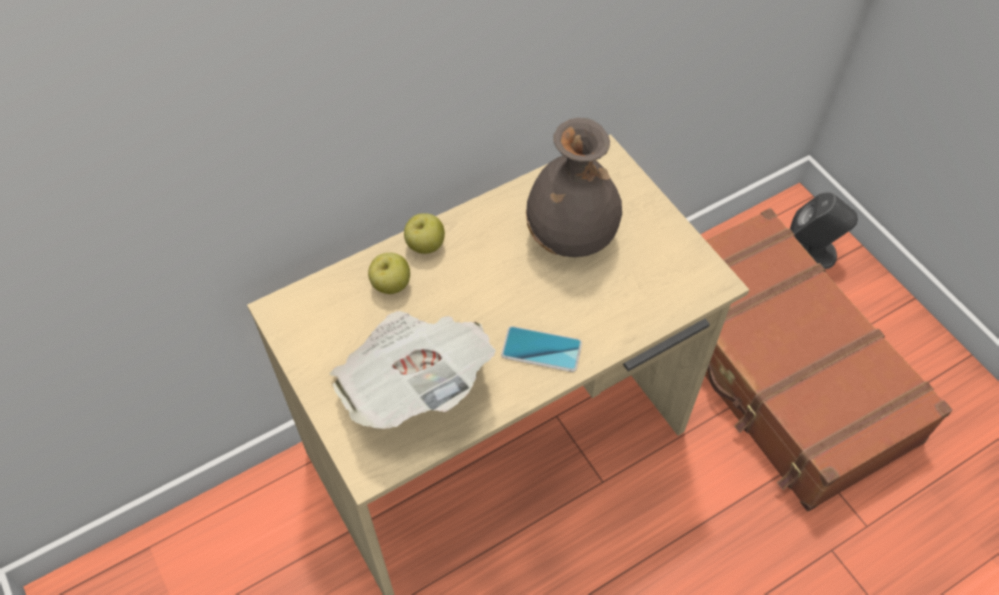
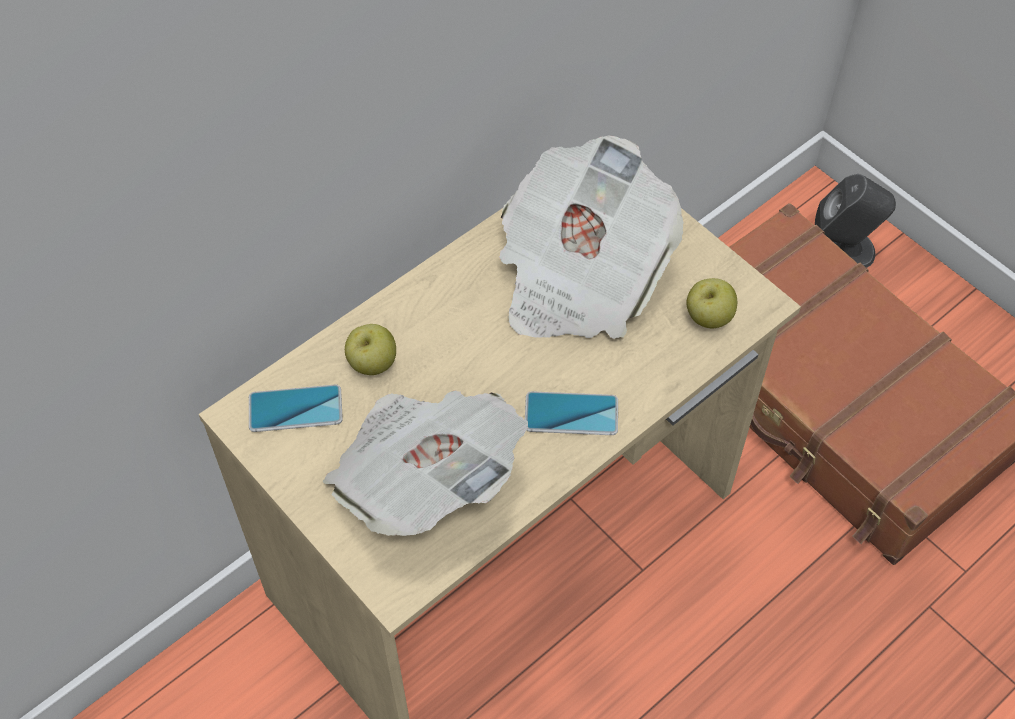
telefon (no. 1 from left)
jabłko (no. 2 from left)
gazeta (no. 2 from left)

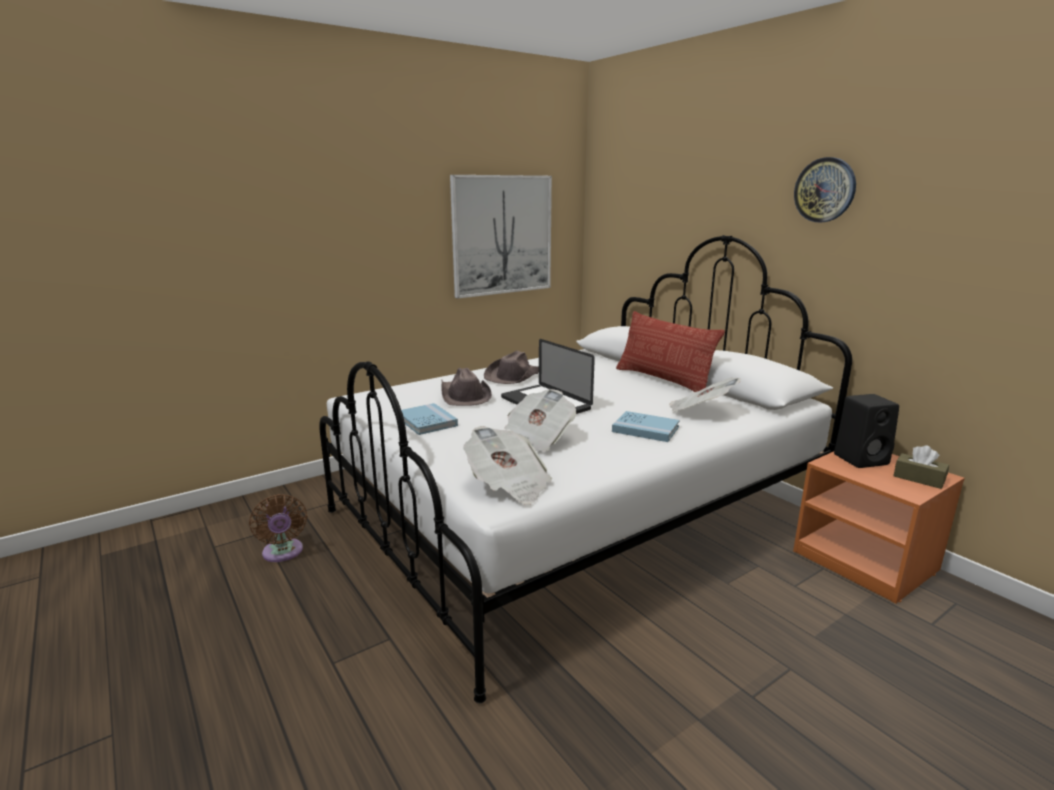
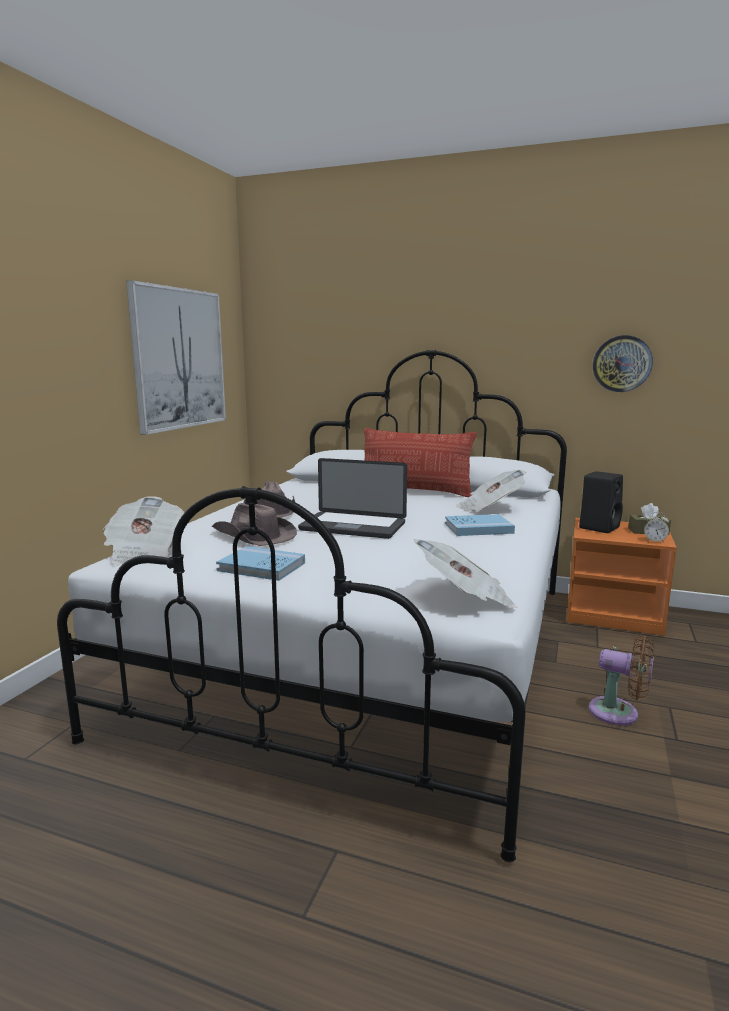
budzik
wentylator [brązowy]
gazeta (no. 1 from left)
zegar ścienny

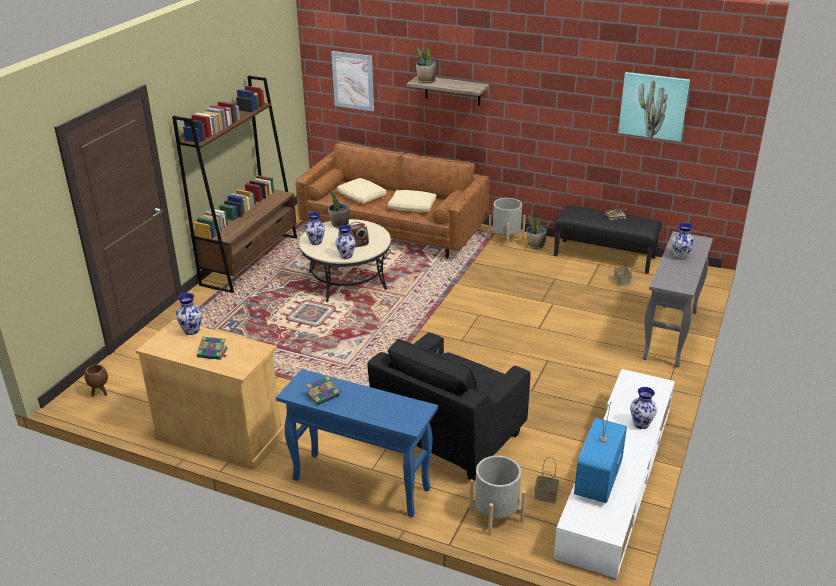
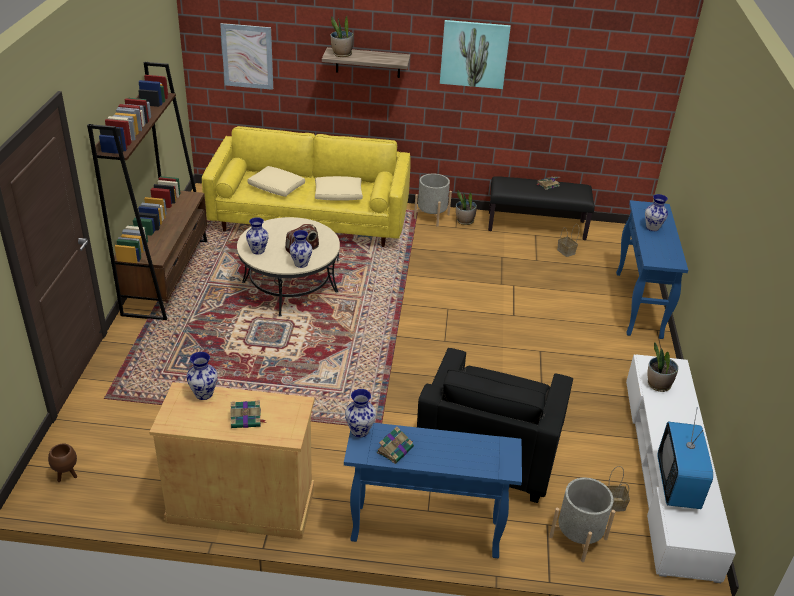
roślina doniczkowa (no. 3 from left)
obraz (no. 2 from left)
wazon (no. 4 from left)
kanapa [żółty]
stolik konsolowy [niebieski] (no. 2 from left)

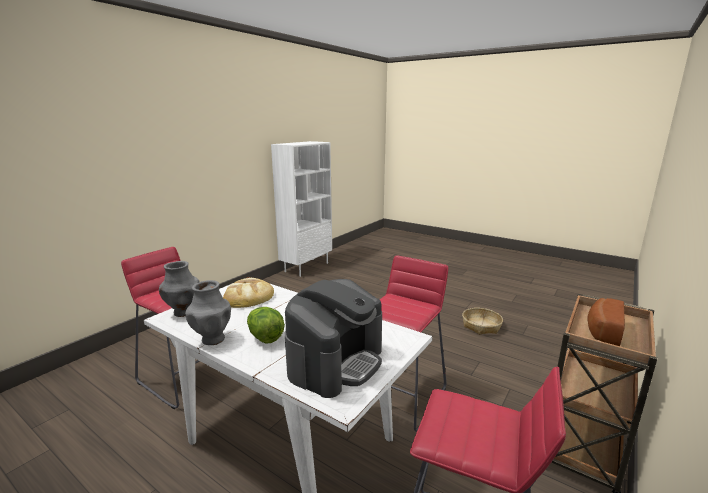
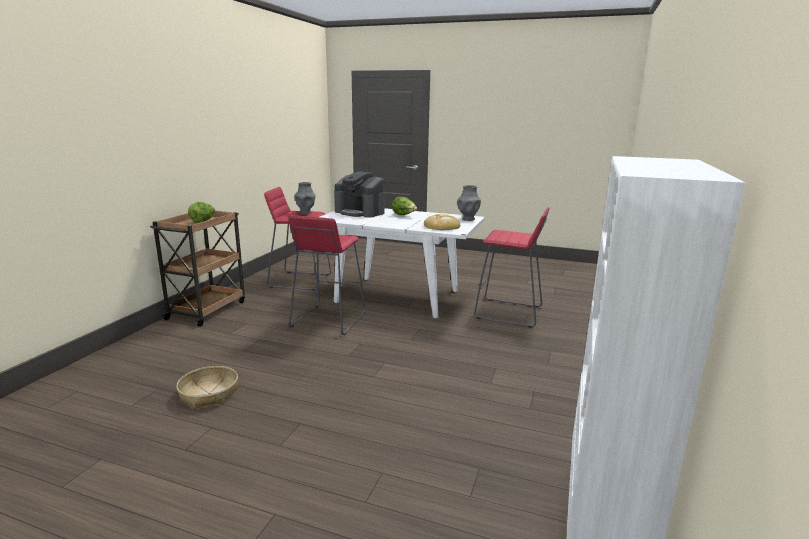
wazon [szary] (no. 1 from left)
sałata (no. 1 from left)
ekspres do kawy

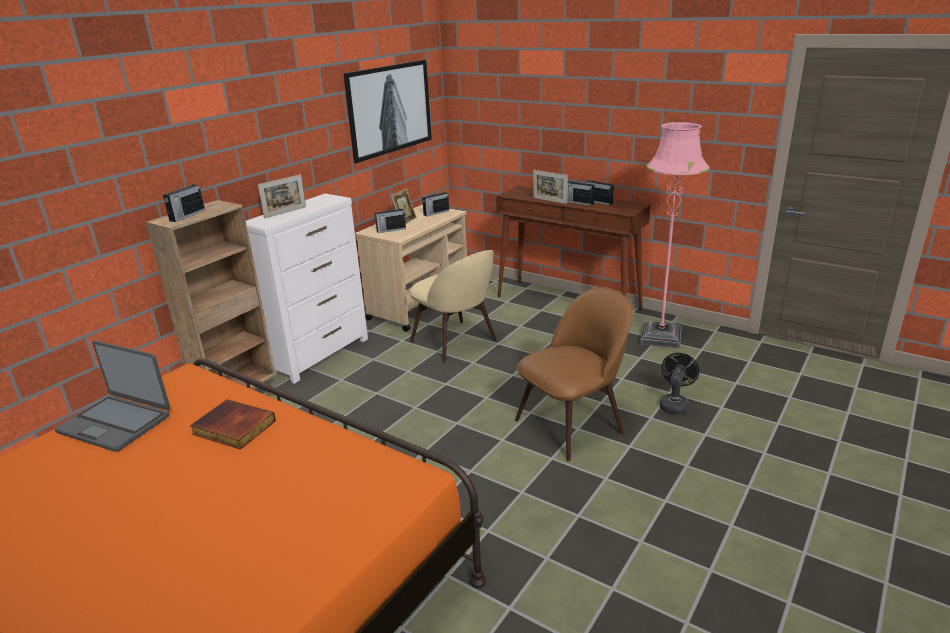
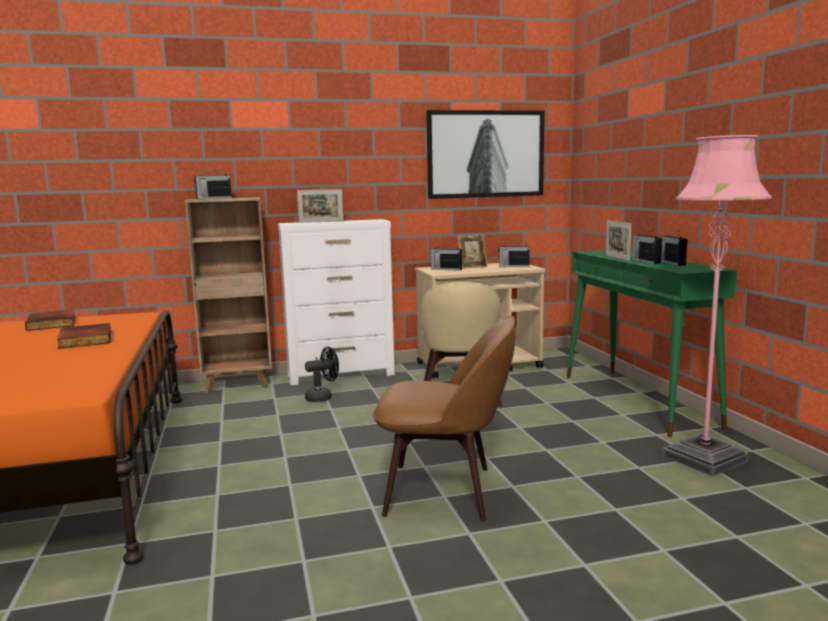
wentylator [czarny]
książka (no. 1 from left)
stolik konsolowy [zielony]

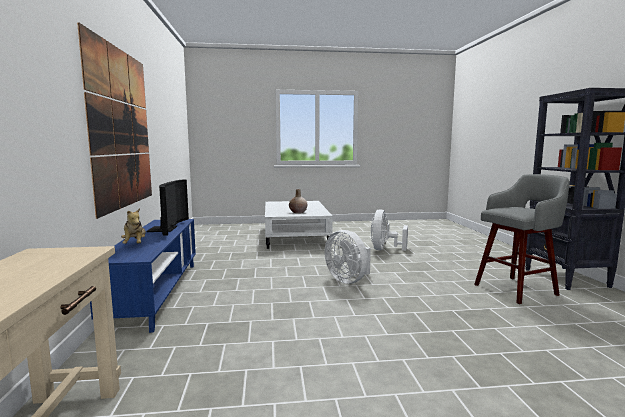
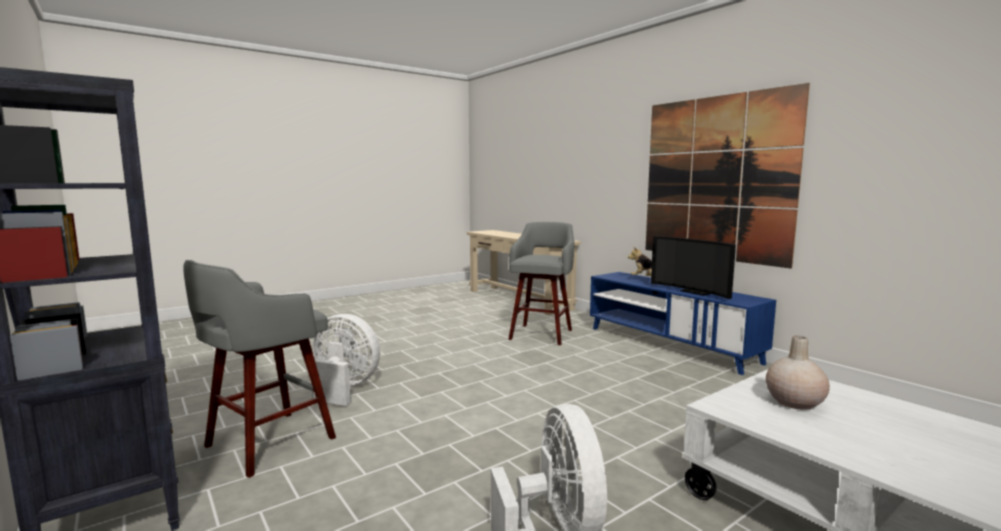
stołek [szary] (no. 2 from left)
wentylator [biały] (no. 1 from left)

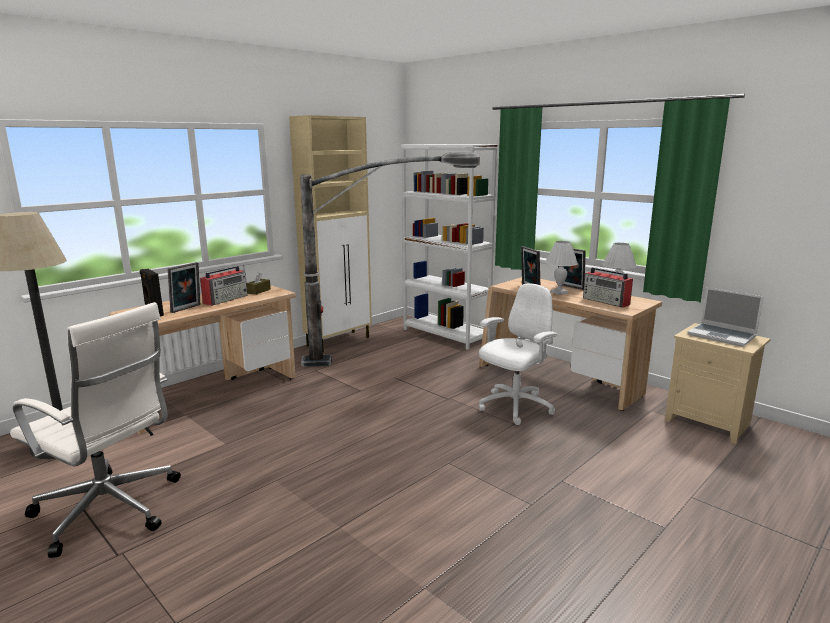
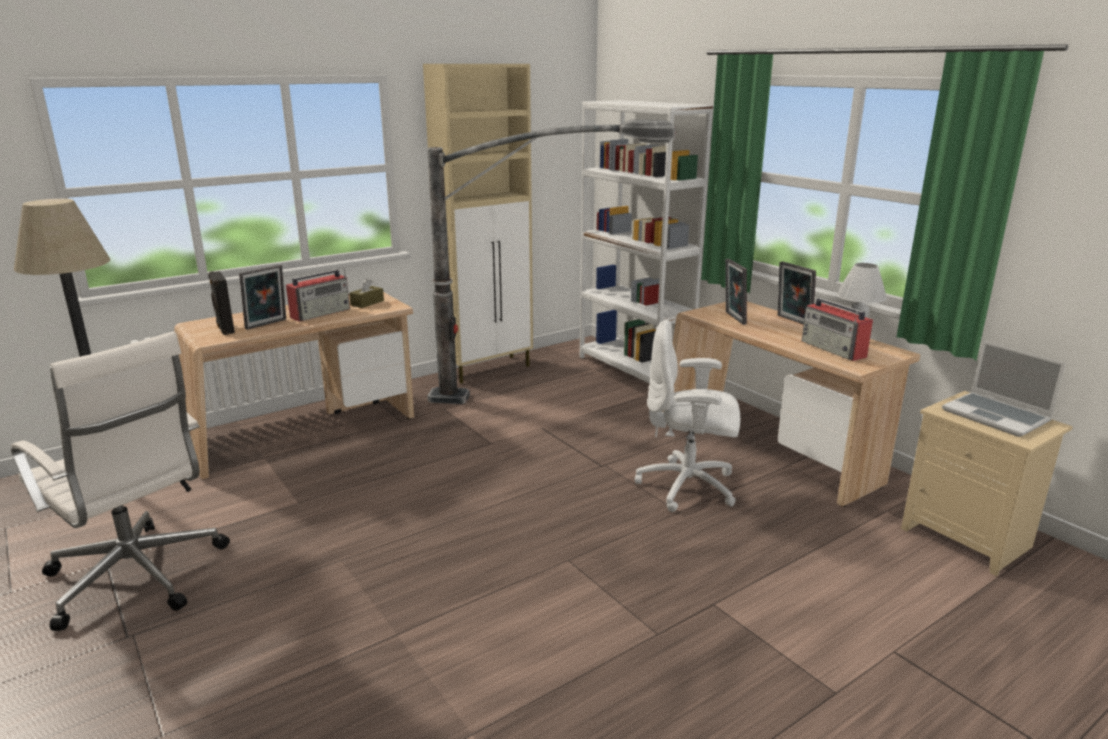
lampa stołowa [biały] (no. 1 from left in the first image)
krzesło biurowe [biały] (no. 2 from left)

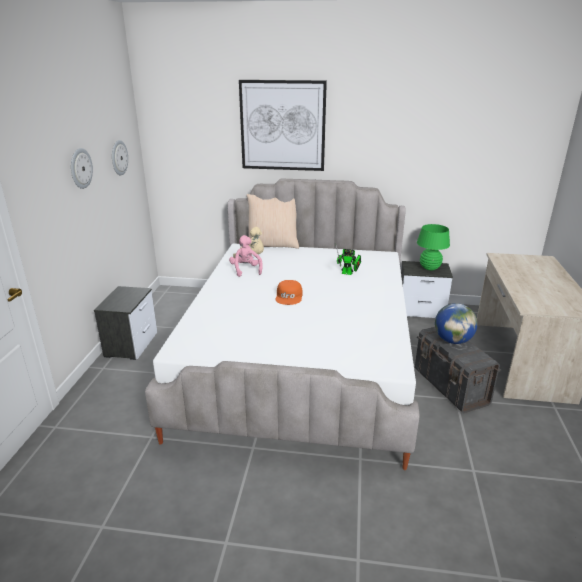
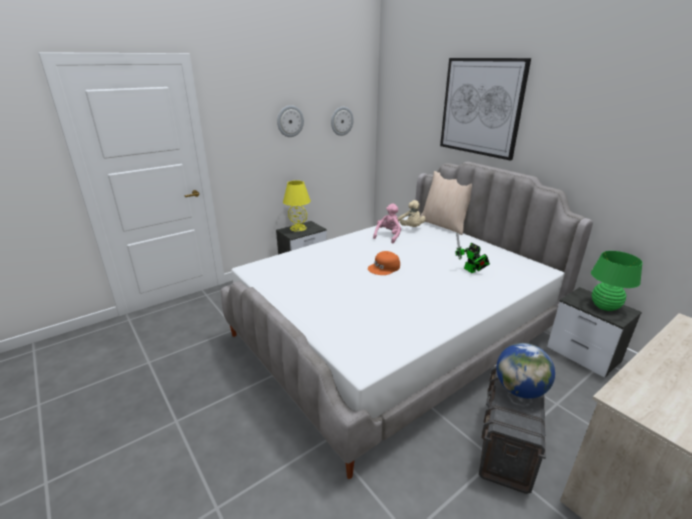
lampa stołowa [żółty]

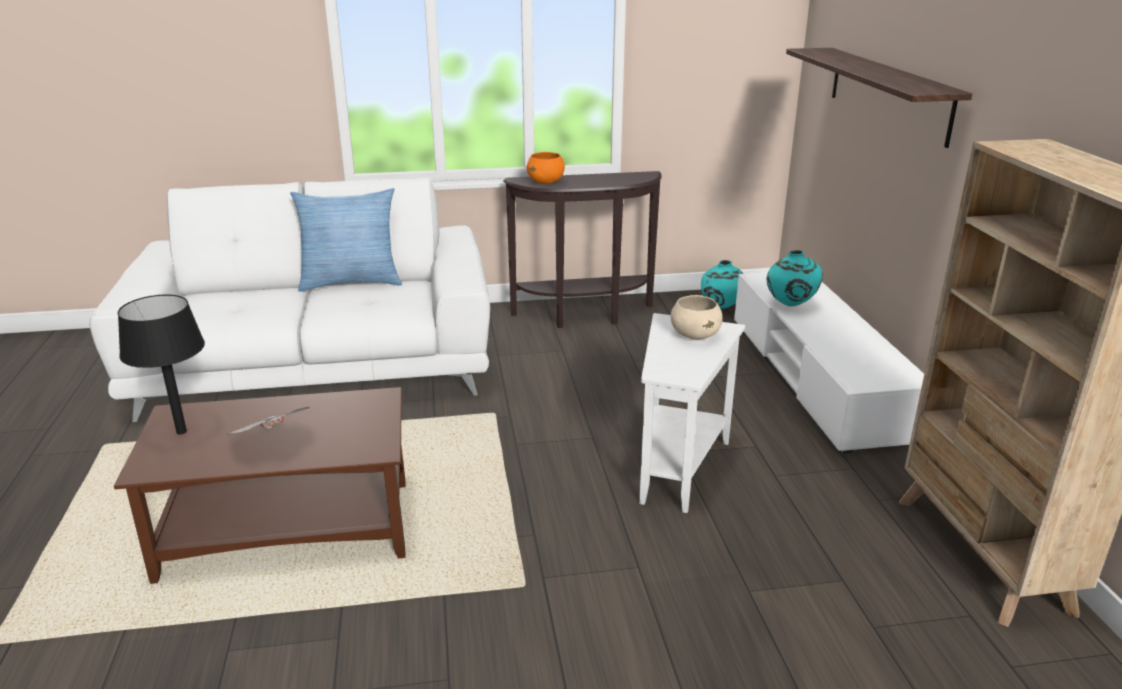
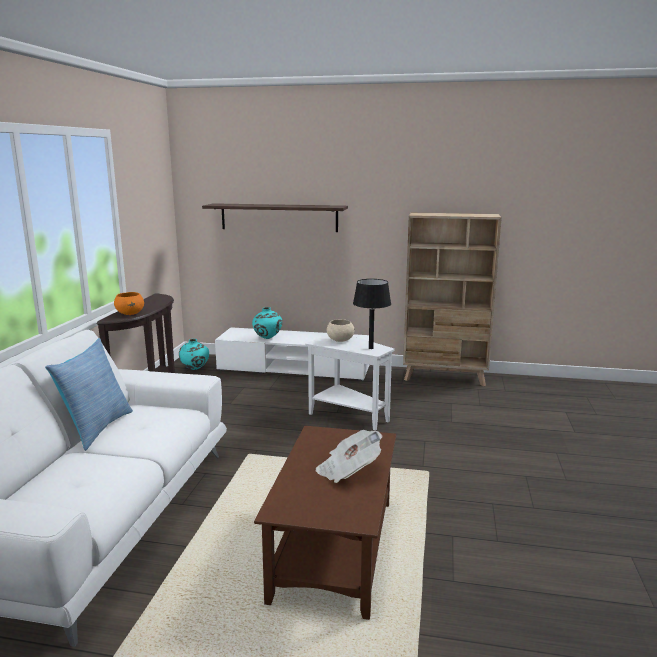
lampa stołowa [czarny]

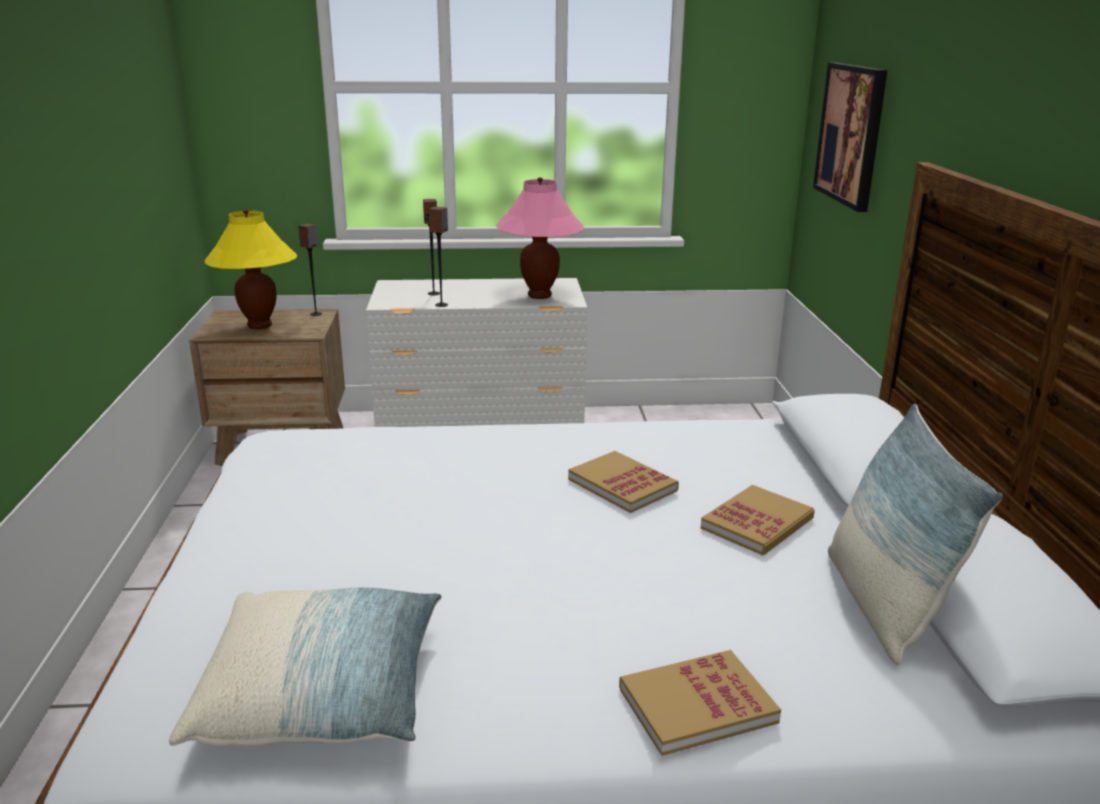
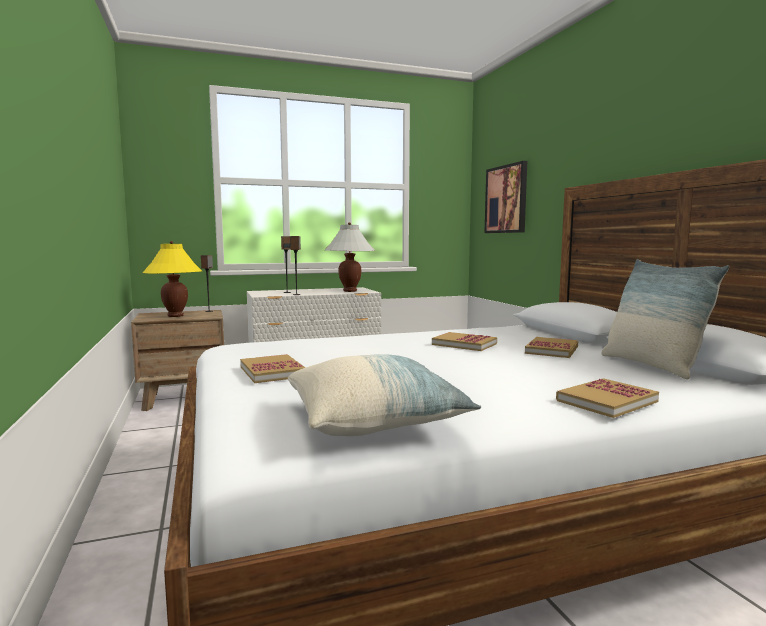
książka (no. 1 from left)
lampa stołowa [biały]

